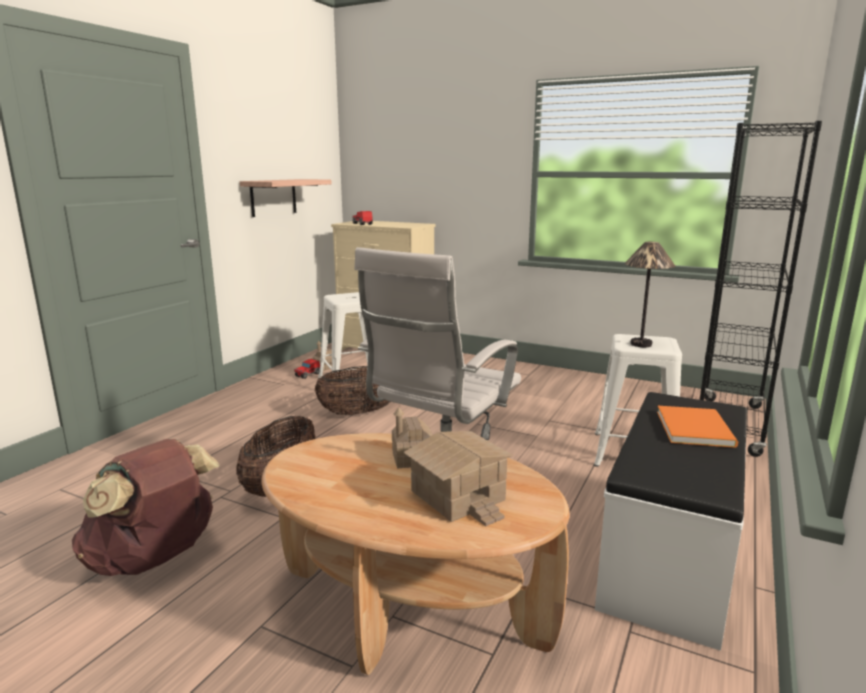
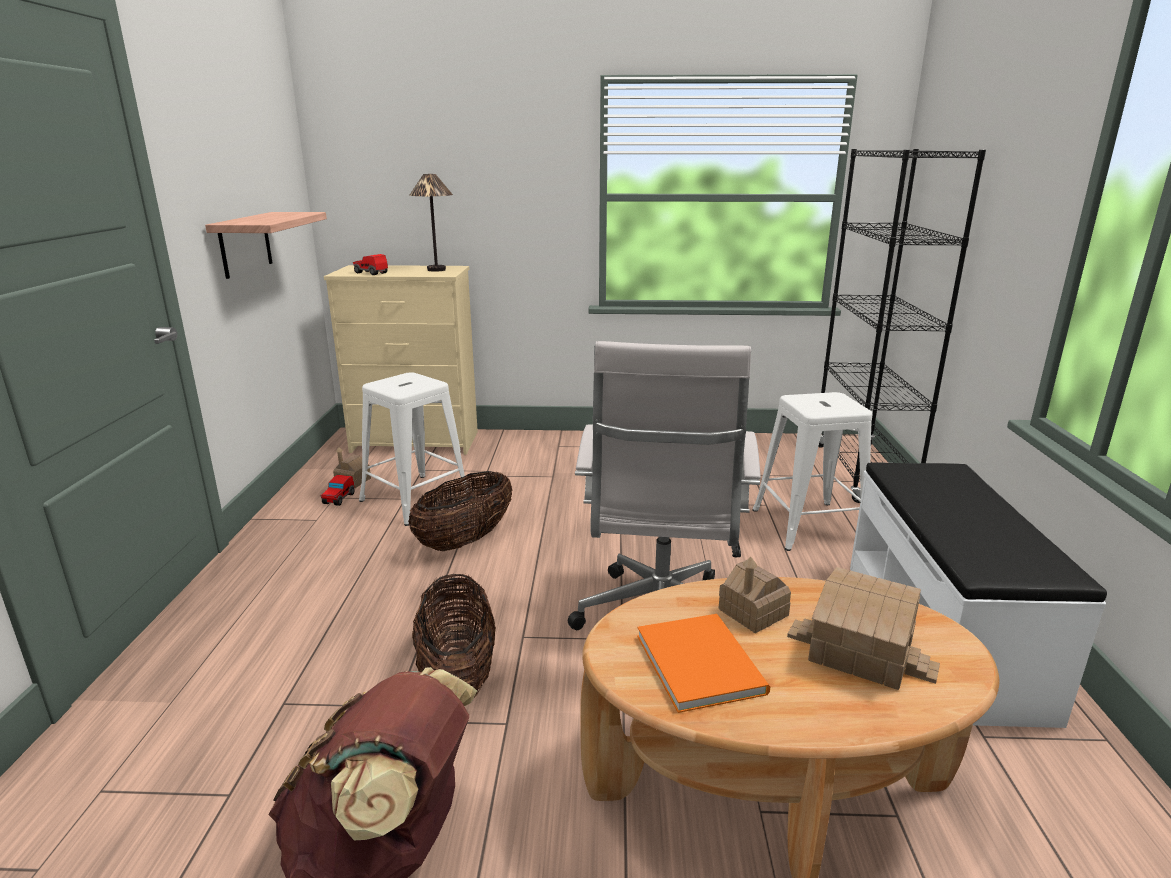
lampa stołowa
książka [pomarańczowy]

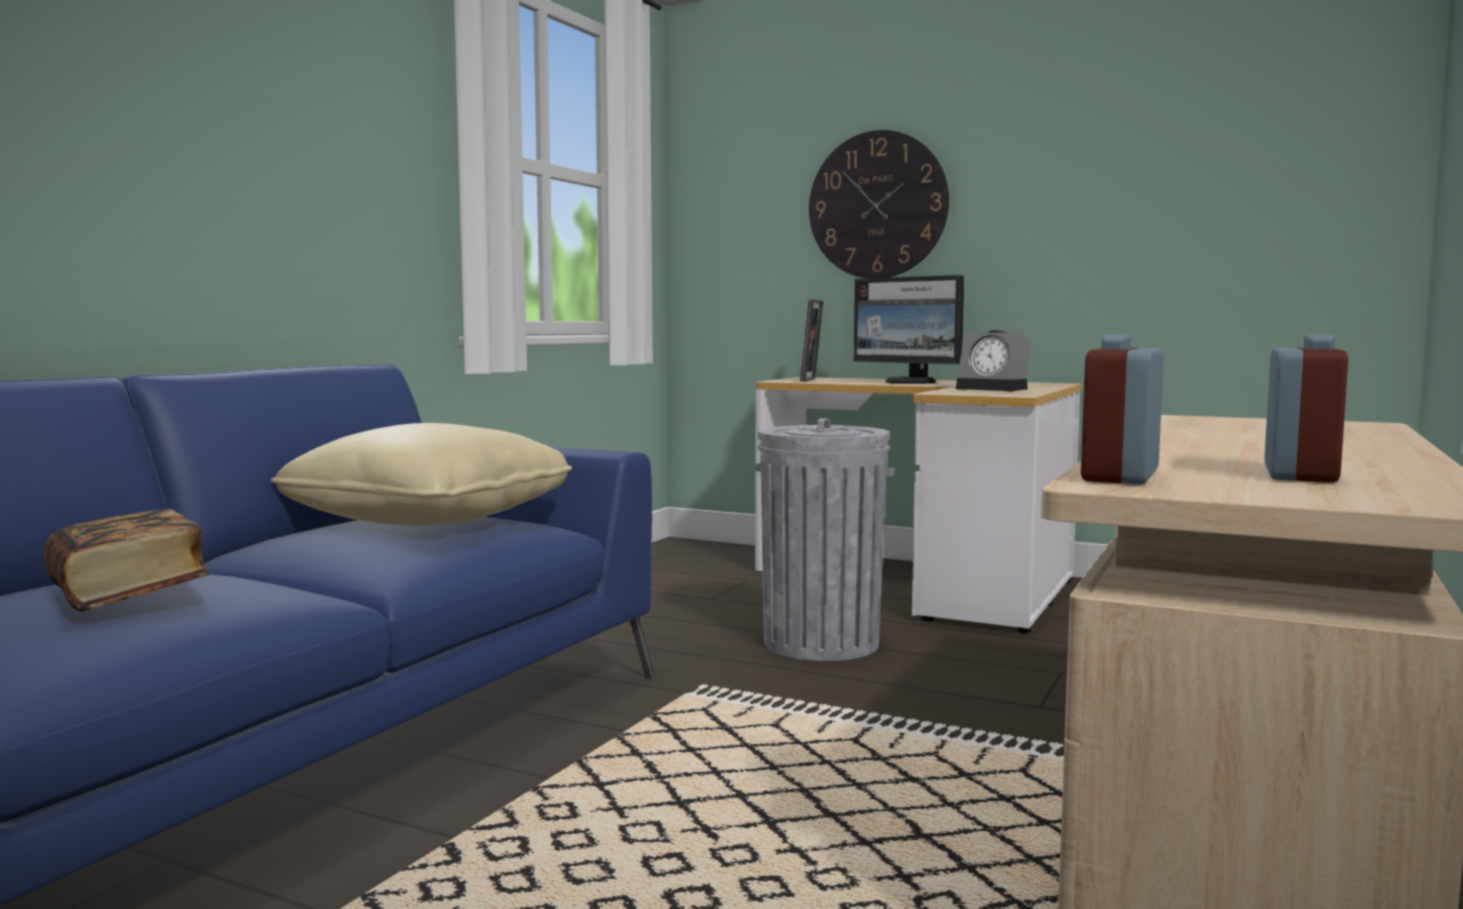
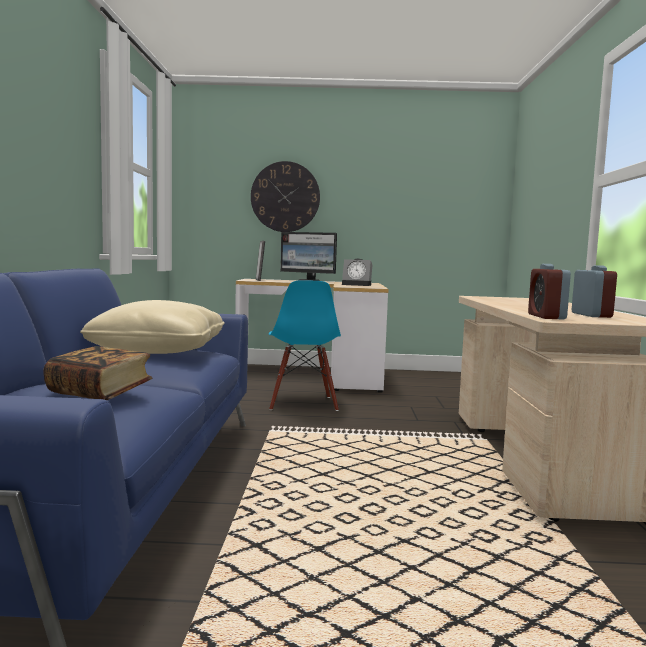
krzesło [niebieski]

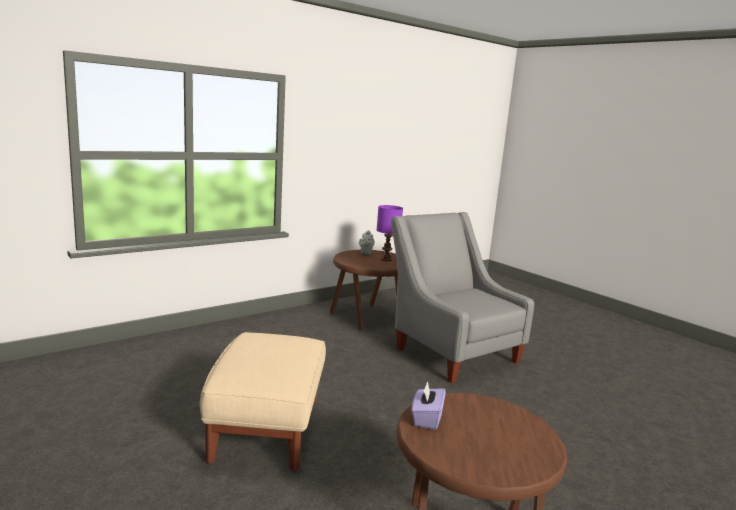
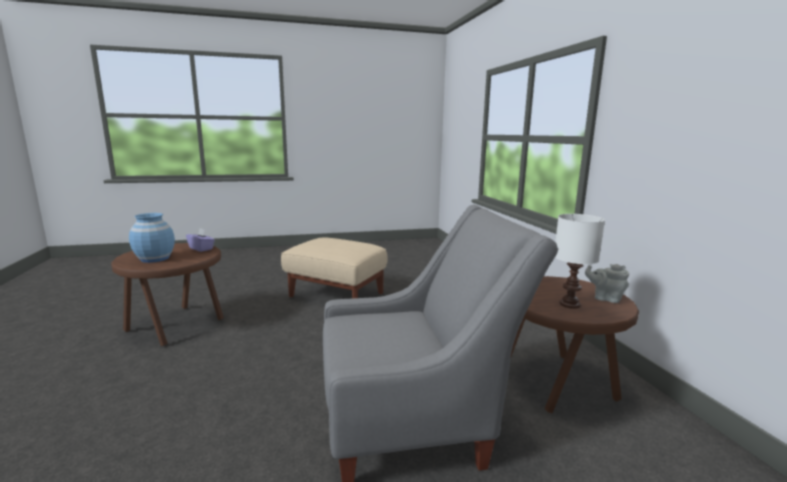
wazon [niebieski]
lampa stołowa [biały]

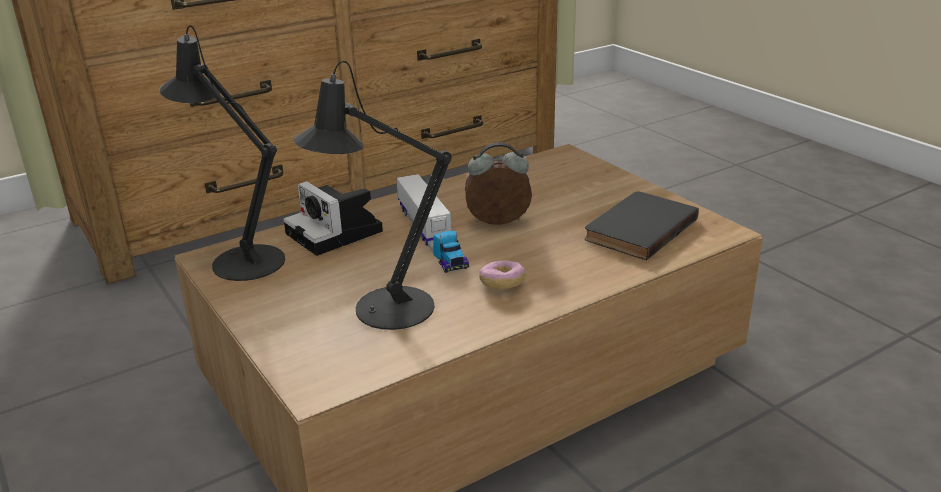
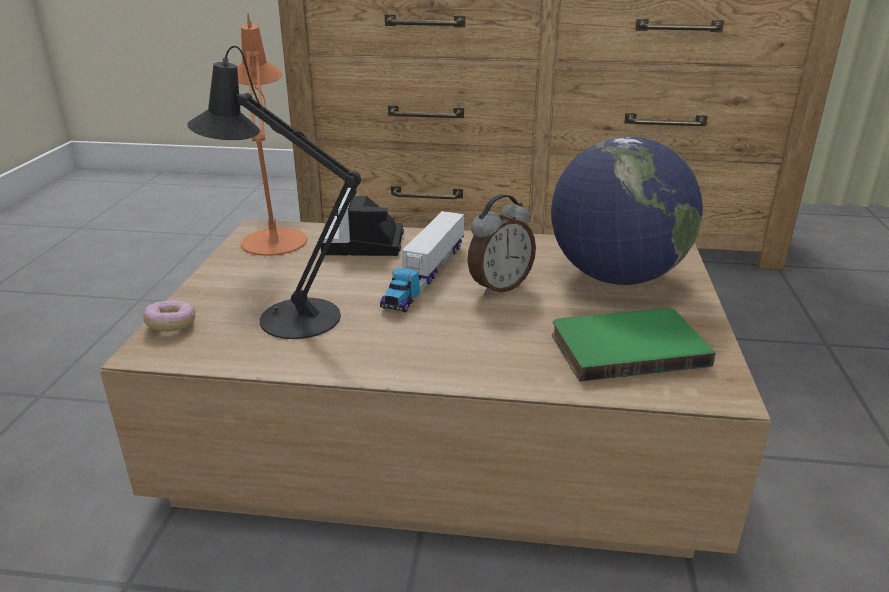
globus
donut
lampa stołowa [pomarańczowy]
książka [zielony]
budzik

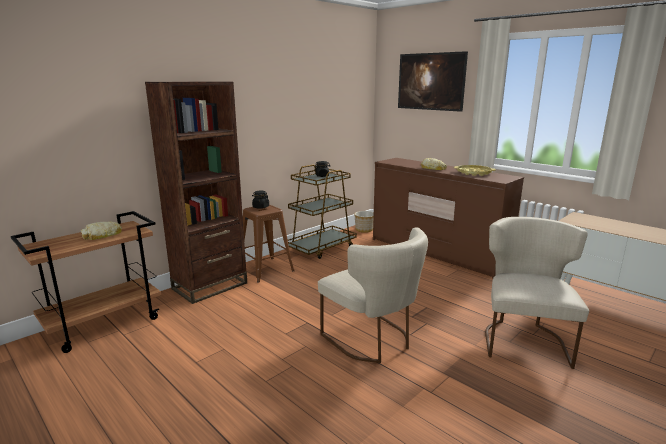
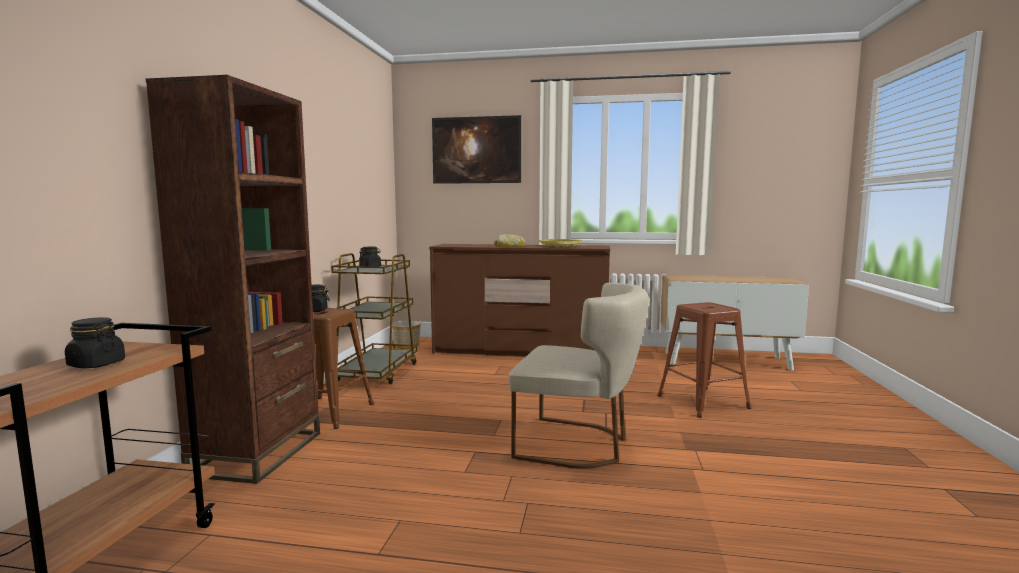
słoik [czarny] (no. 1 from left)
stołek [brązowy] (no. 2 from left)

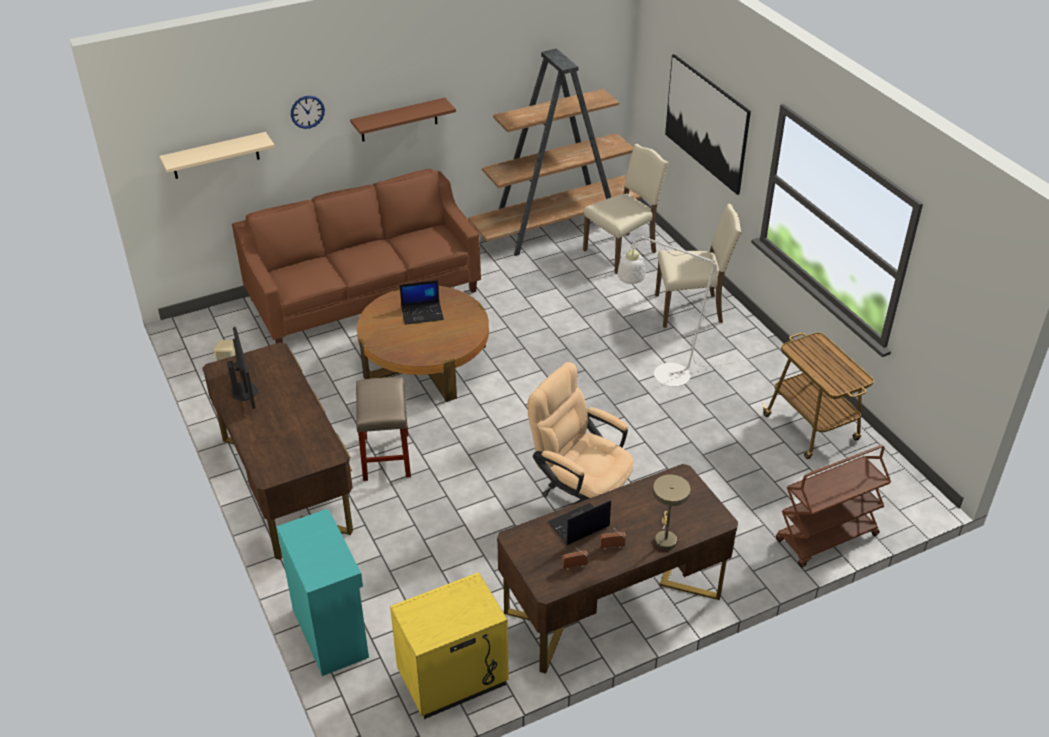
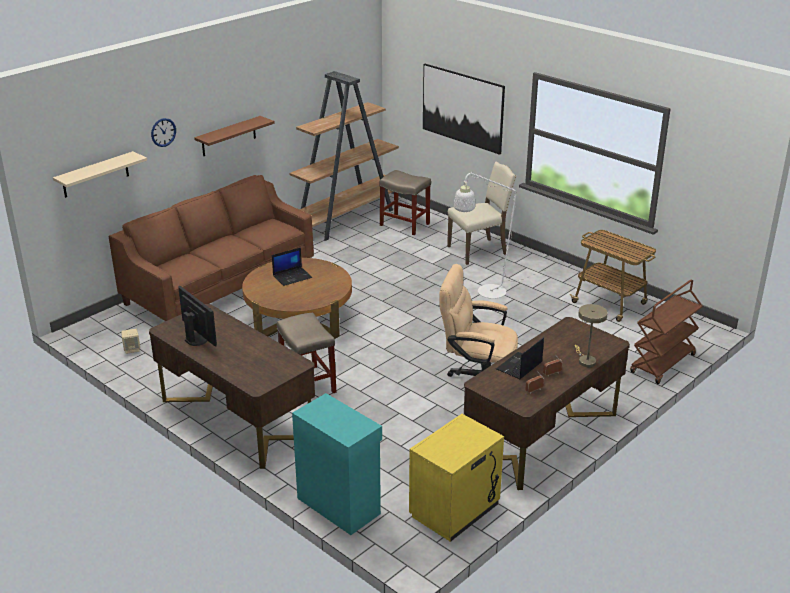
stołek [beżowy] (no. 2 from left)

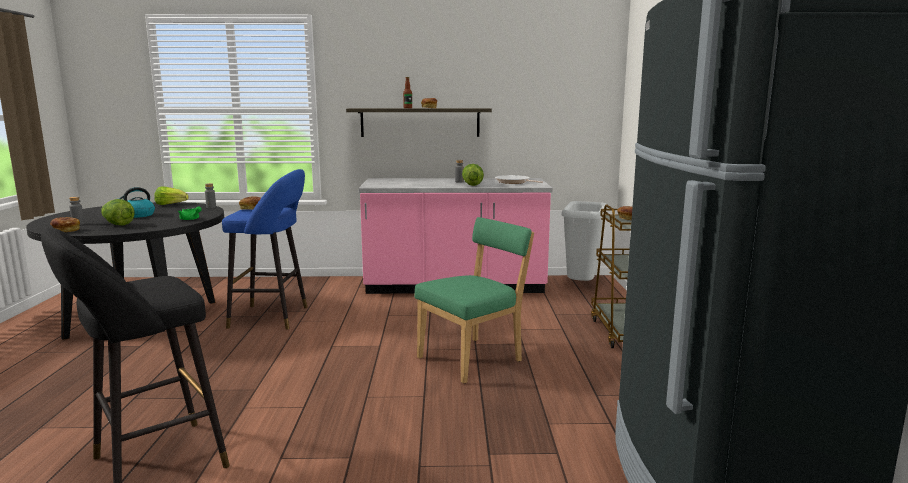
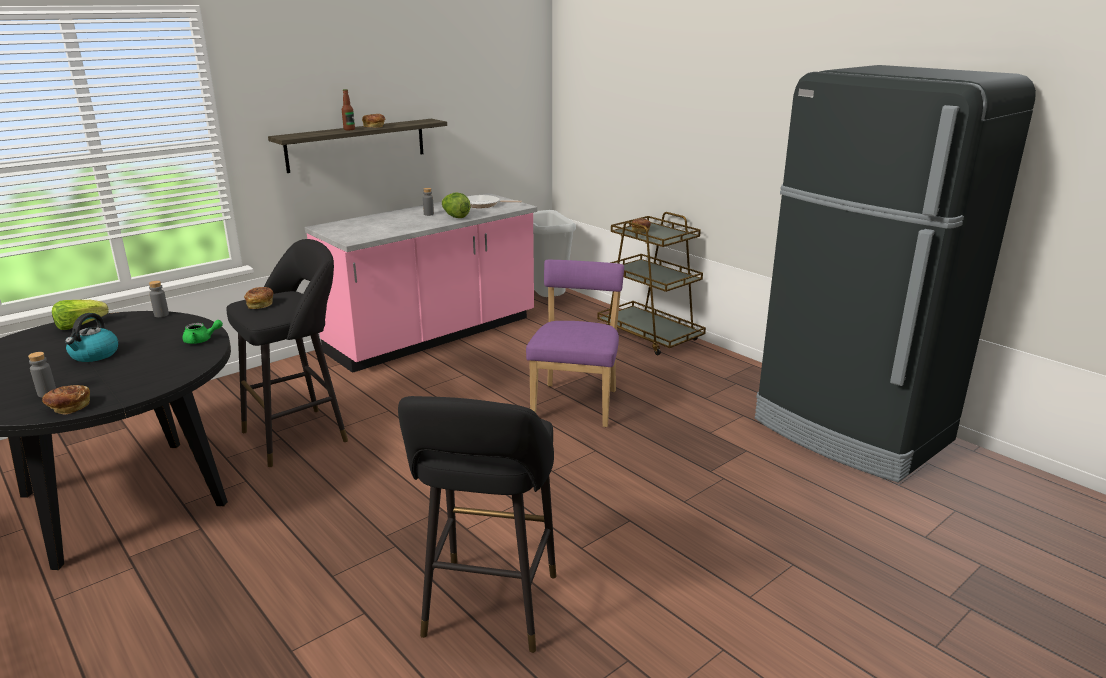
sałata (no. 1 from left in the first image)
stołek [czarny] (no. 1 from left)
krzesło [fioletowy]

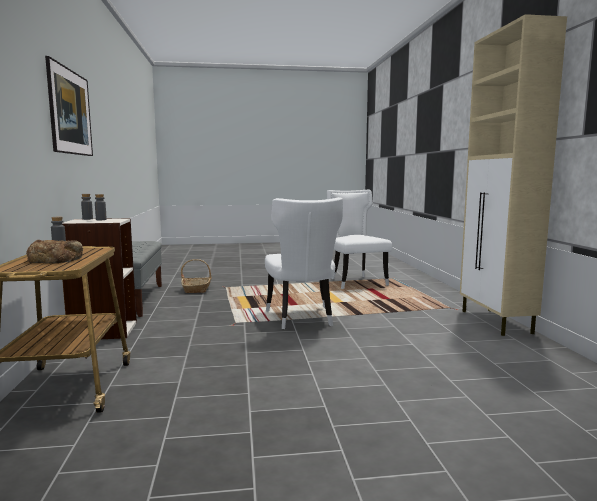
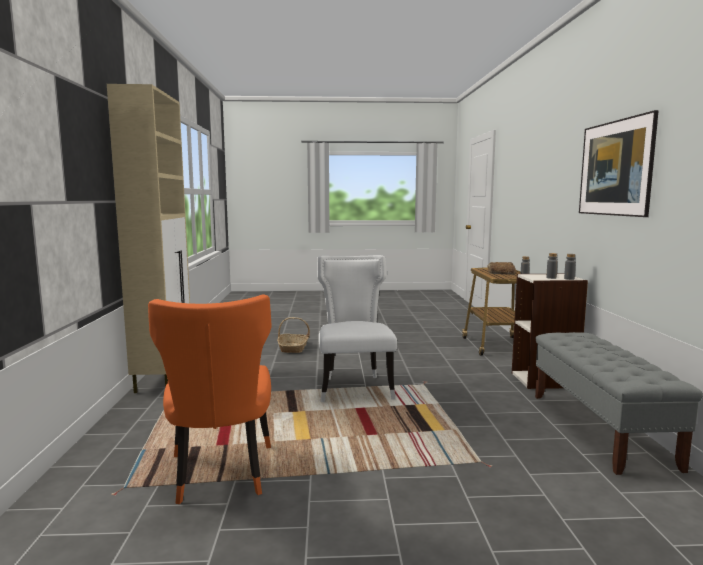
koszyk
krzesło [pomarańczowy]

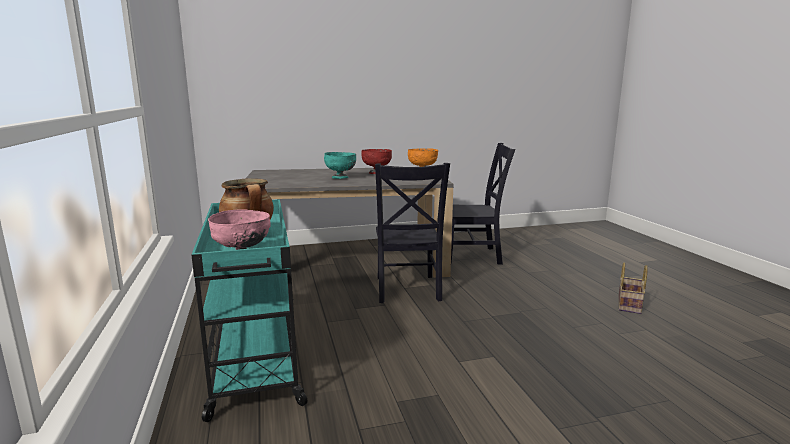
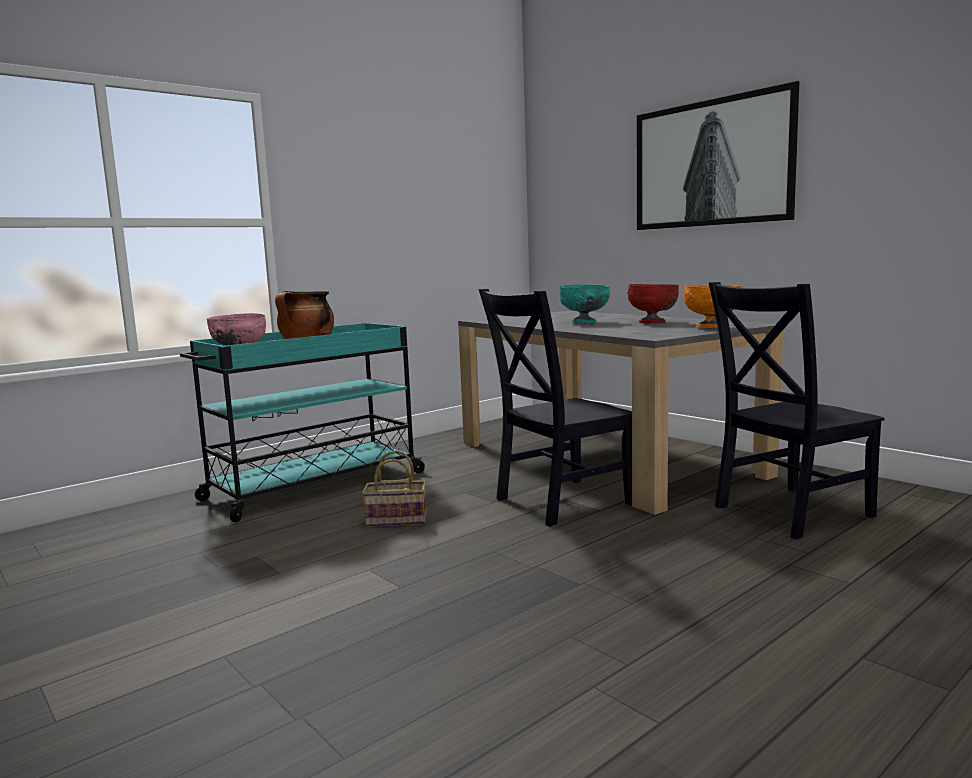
obraz
koszyk
krzesło [czarny] (no. 2 from left)

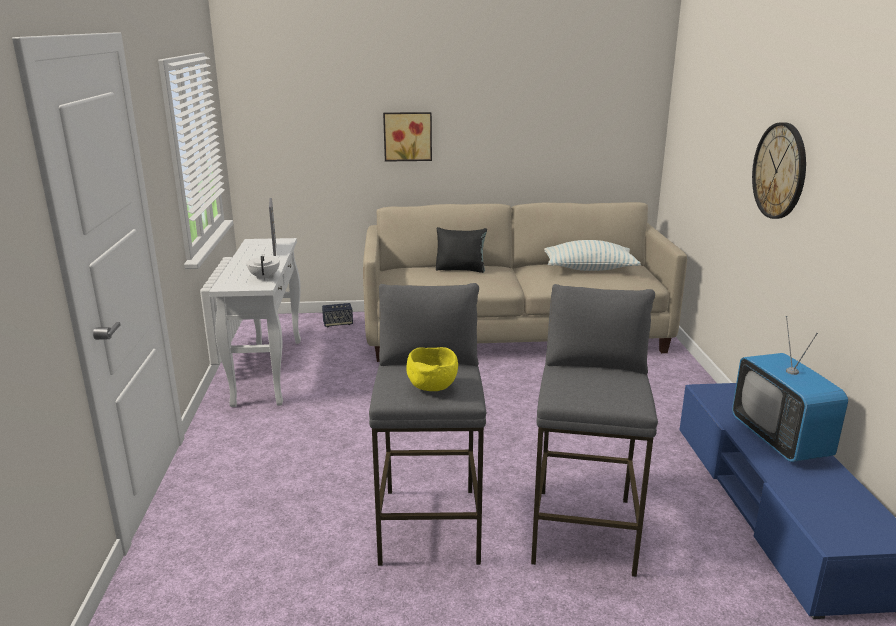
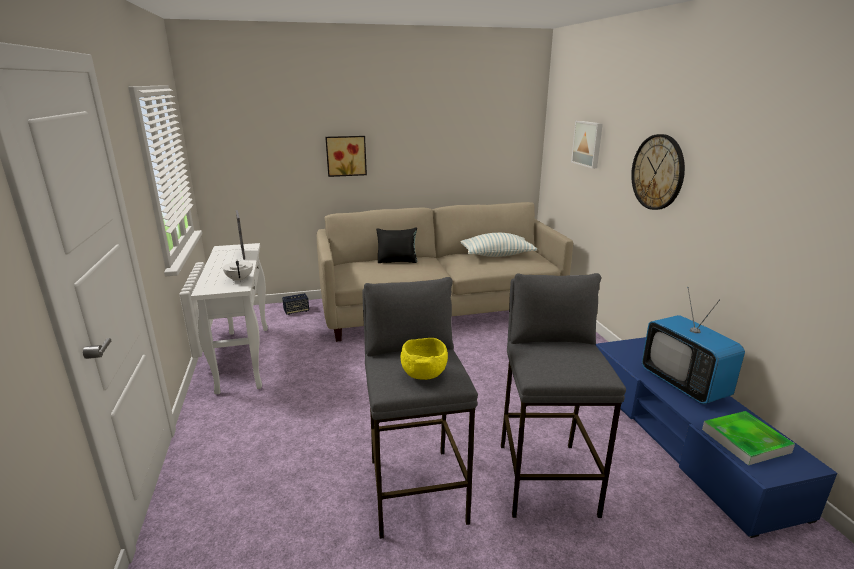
obraz (no. 2 from left)
taca

